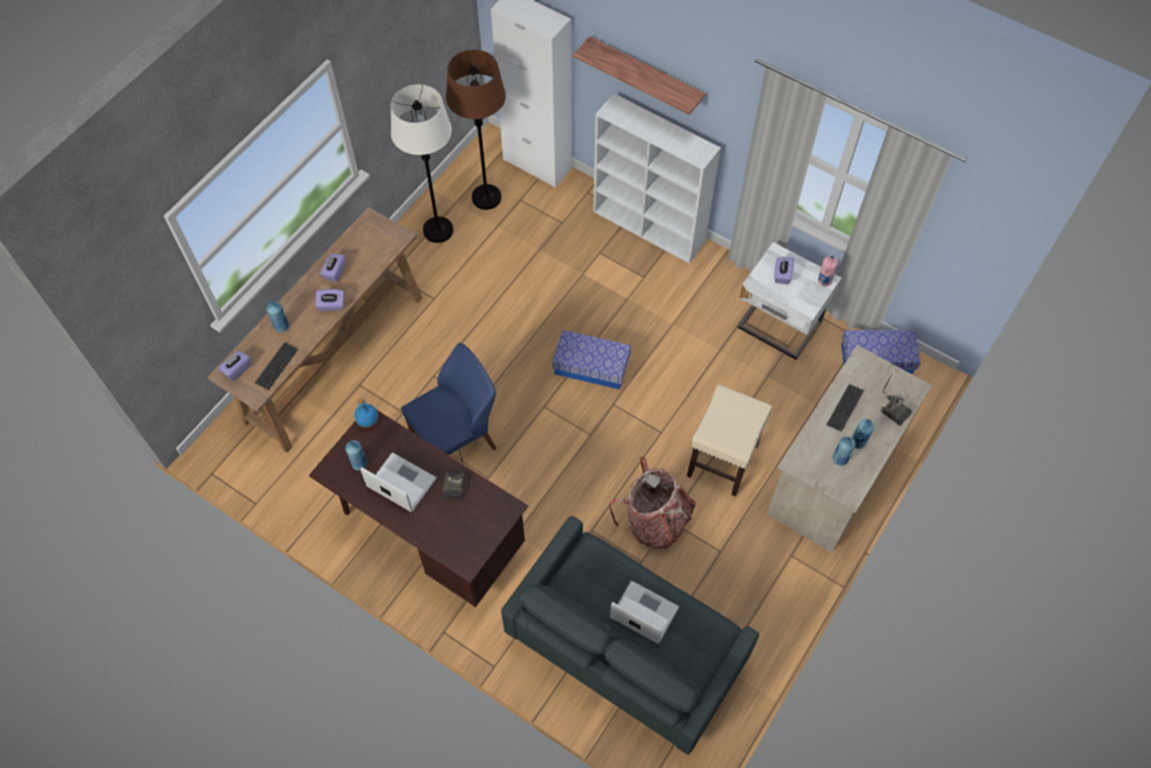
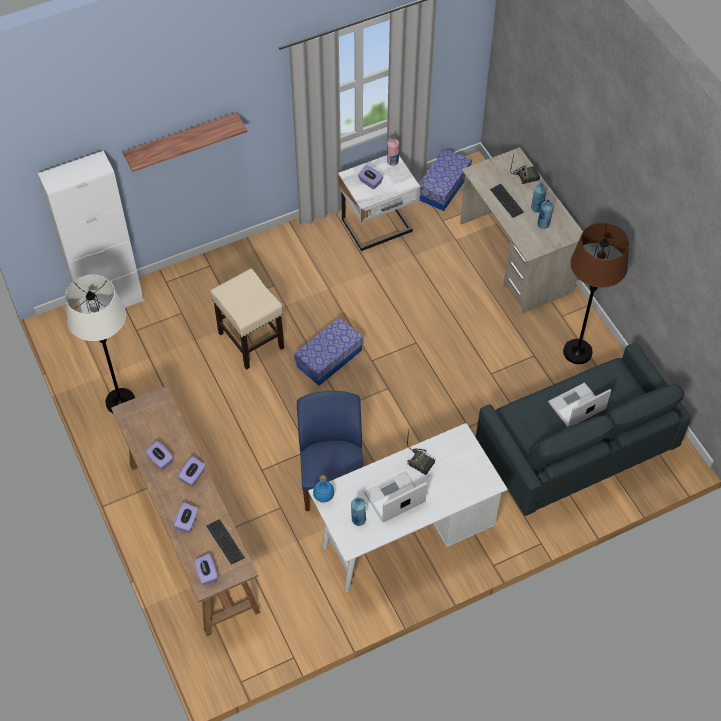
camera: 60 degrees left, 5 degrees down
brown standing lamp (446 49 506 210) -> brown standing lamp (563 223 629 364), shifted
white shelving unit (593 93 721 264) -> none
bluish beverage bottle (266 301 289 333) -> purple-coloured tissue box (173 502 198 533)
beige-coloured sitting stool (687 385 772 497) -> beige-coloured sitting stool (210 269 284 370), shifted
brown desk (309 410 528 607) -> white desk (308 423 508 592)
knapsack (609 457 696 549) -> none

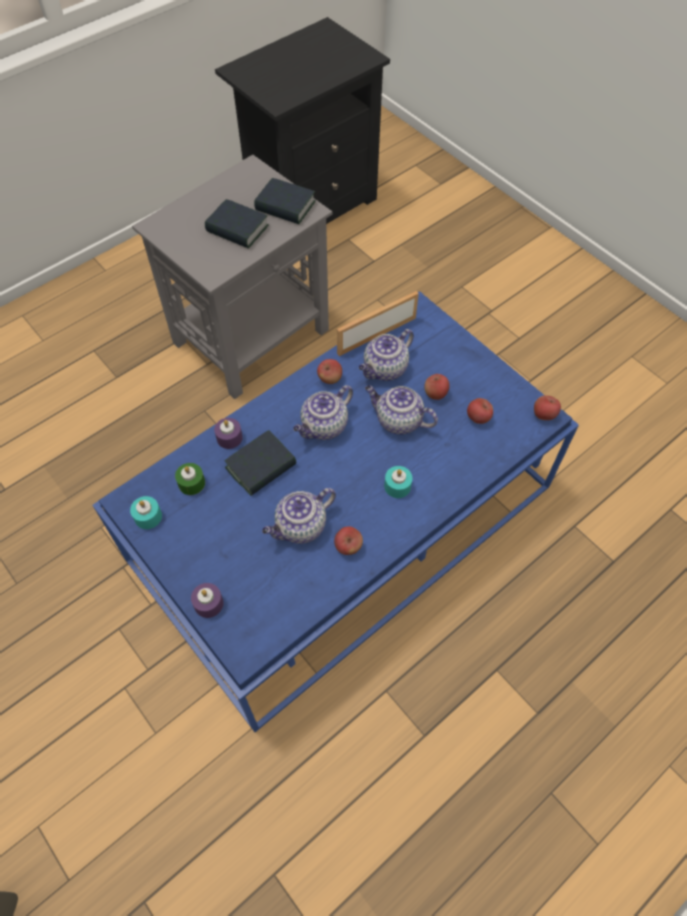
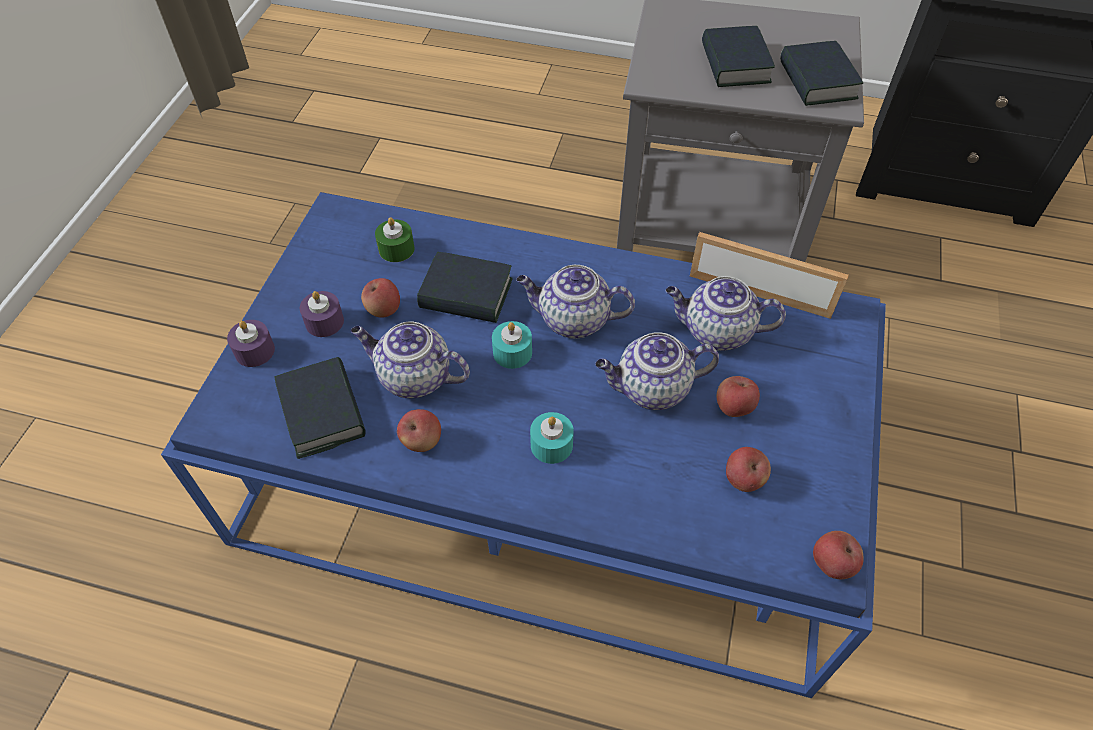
camera: 55 degrees right, 5 degrees down
apple (317 359 342 384) -> apple (361 278 400 318), shifted
pot for tea (365 385 438 434) -> pot for tea (595 332 719 410), 90 degrees counterclockwise
purple-coloured wax candle (214 418 243 449) -> purple-coloured wax candle (300 291 344 337), shifted
turquoise-coloured wax candle (130 496 162 529) -> turquoise-coloured wax candle (492 321 532 369), shifted
none -> bound book (274 357 366 459)

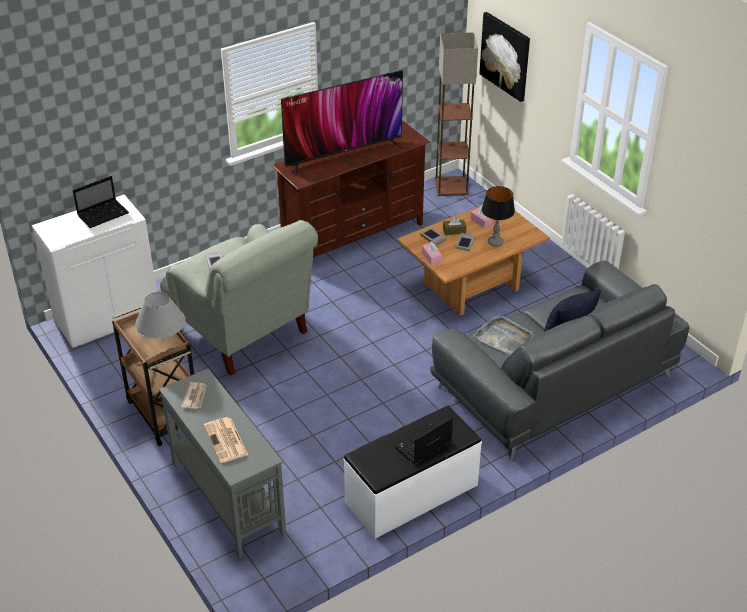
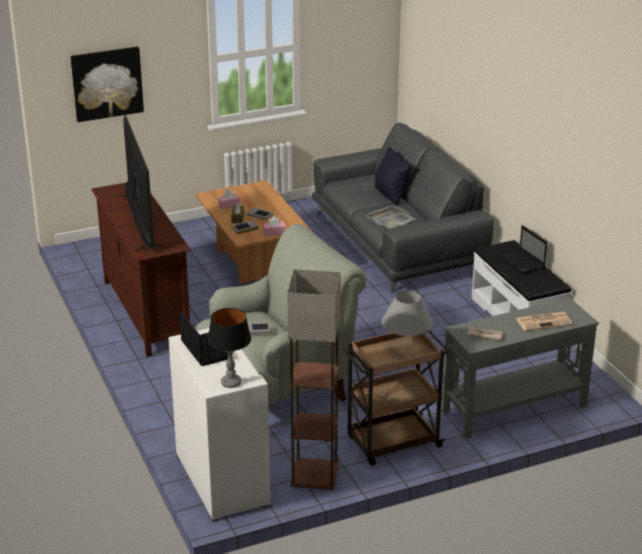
camera: 80 degrees left, 10 degrees down
standing lamp (435 32 478 196) -> standing lamp (287 269 341 490), shifted
table lamp (482 186 515 247) -> table lamp (208 308 251 388), shifted

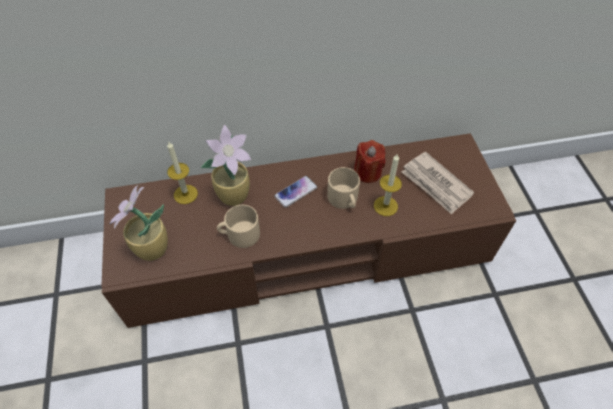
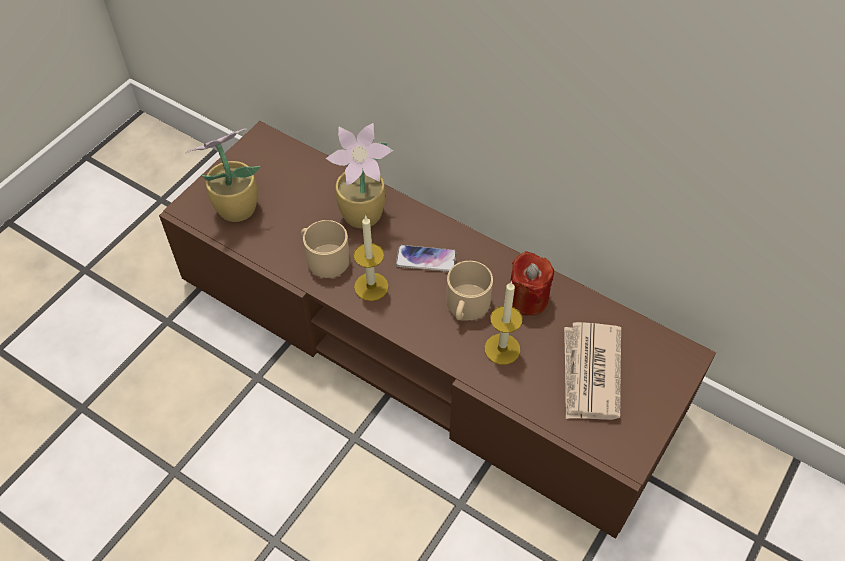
camera: 45 degrees right, 0 degrees up
wax candle (167 141 198 204) -> wax candle (353 215 389 301), shifted

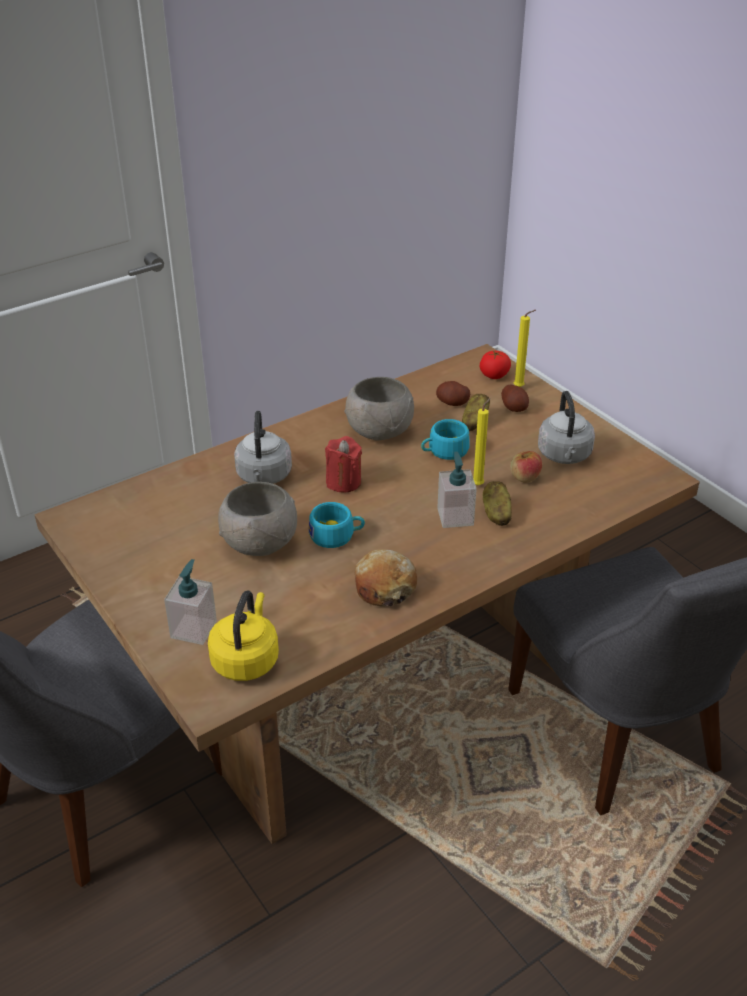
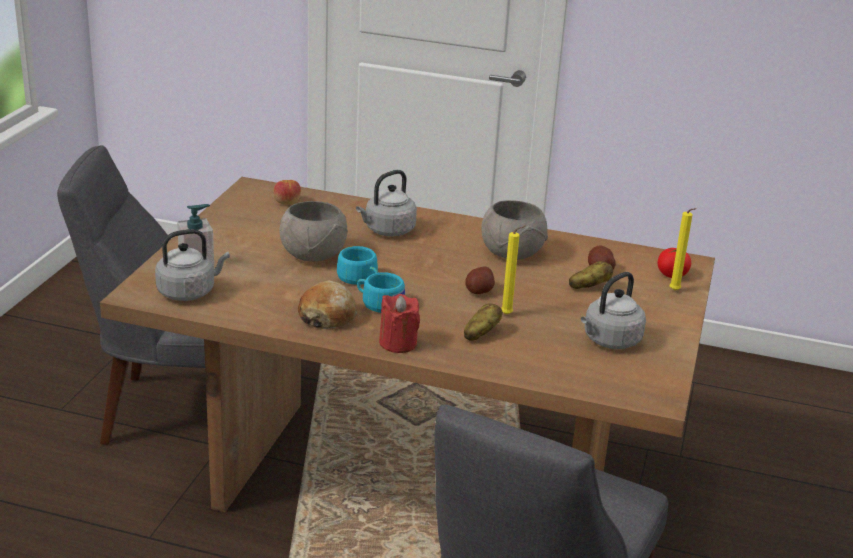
camera: 50 degrees right, 10 degrees down
spud (501 384 529 412) -> spud (465 267 495 294), shifted
turquoise-coloured drinking cup (421 419 470 460) -> turquoise-coloured drinking cup (357 272 405 313), shifted
red wax candle (325 436 362 493) -> red wax candle (379 294 420 353), shifted
apple (510 451 542 483) -> apple (273 180 301 205), shifted
soap bottle (437 452 477 528) -> none
yellowish water kettle (208 591 279 681) -> grey water kettle (155 229 230 301)

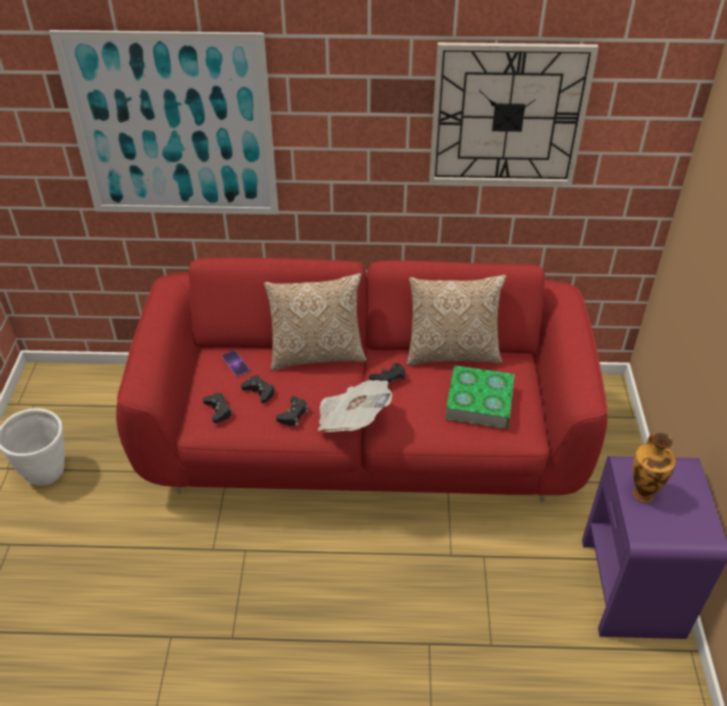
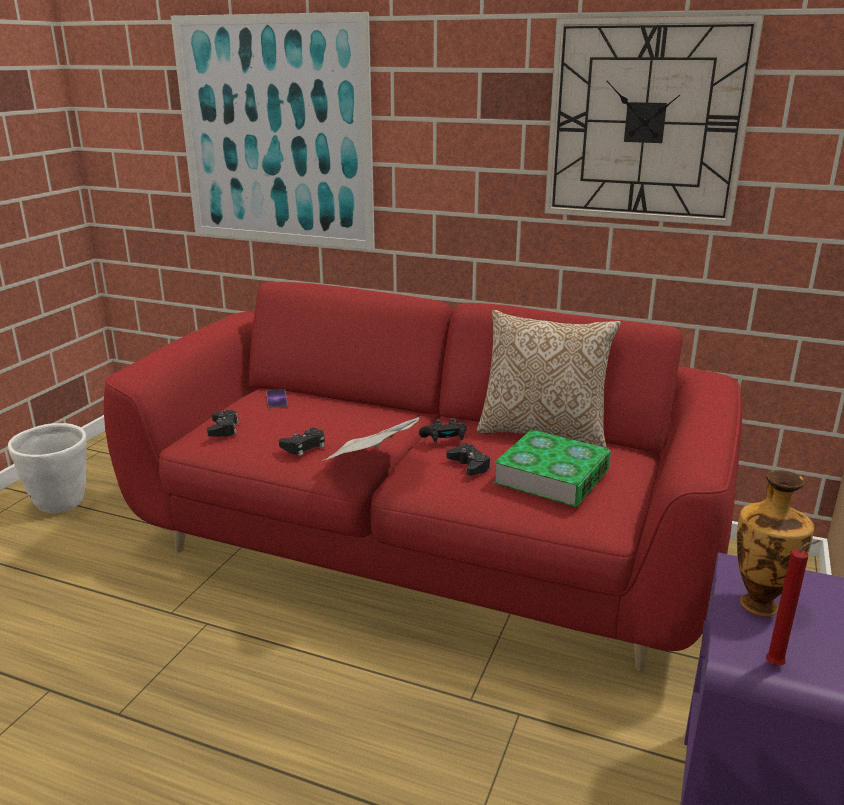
camera: 20 degrees right, 20 degrees down
pillow (264 273 367 371) -> none
black joypad (241 375 275 404) -> black joypad (446 444 490 476), shifted
none -> red wax candle (766 540 821 666)

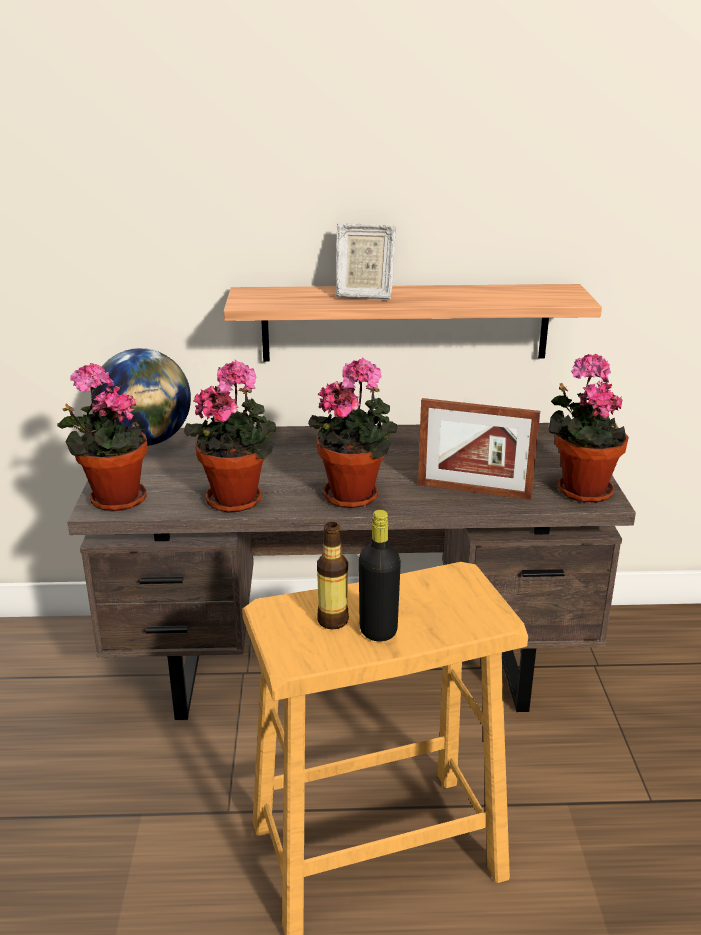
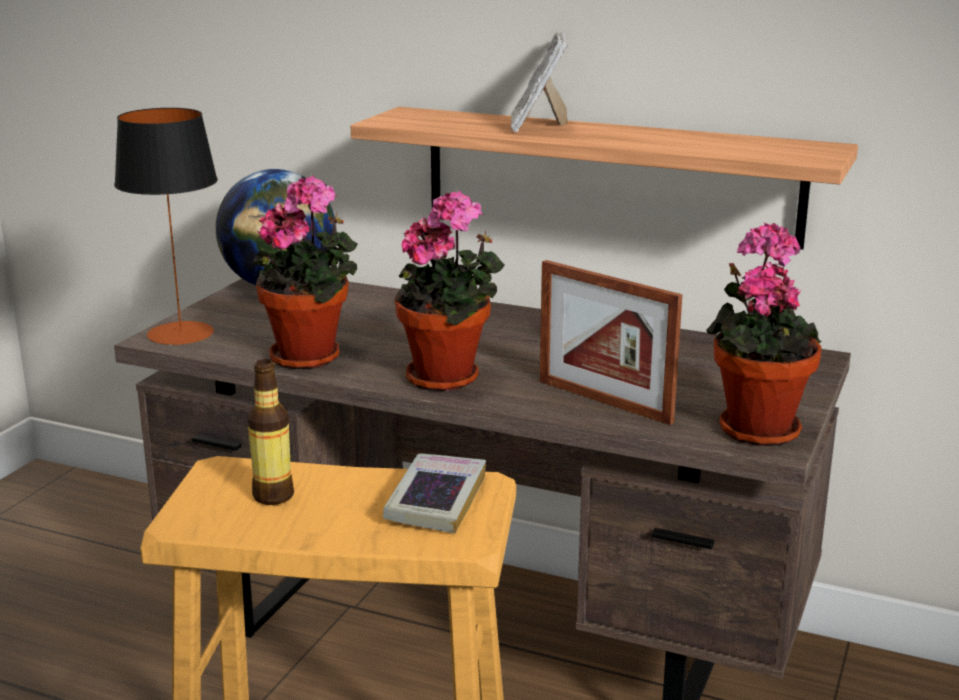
camera: 25 degrees right, 5 degrees down
photo frame (336 223 396 299) -> photo frame (511 32 568 132), 60 degrees clockwise
plant in a pot (57 363 148 511) -> table lamp (114 108 218 345)
black beverage bottle (359 510 401 642) -> none
none -> bound book (383 454 486 534)

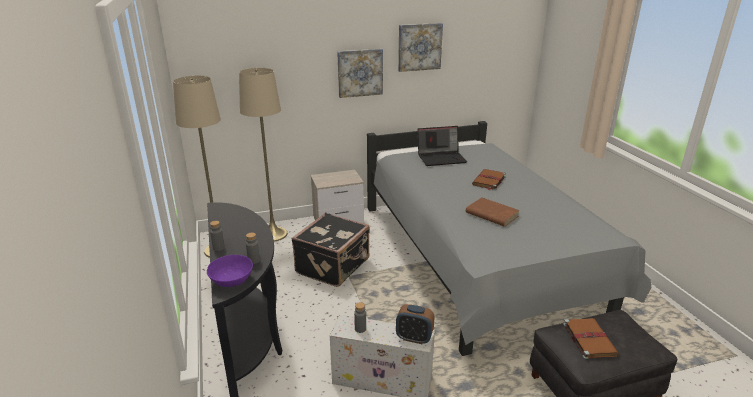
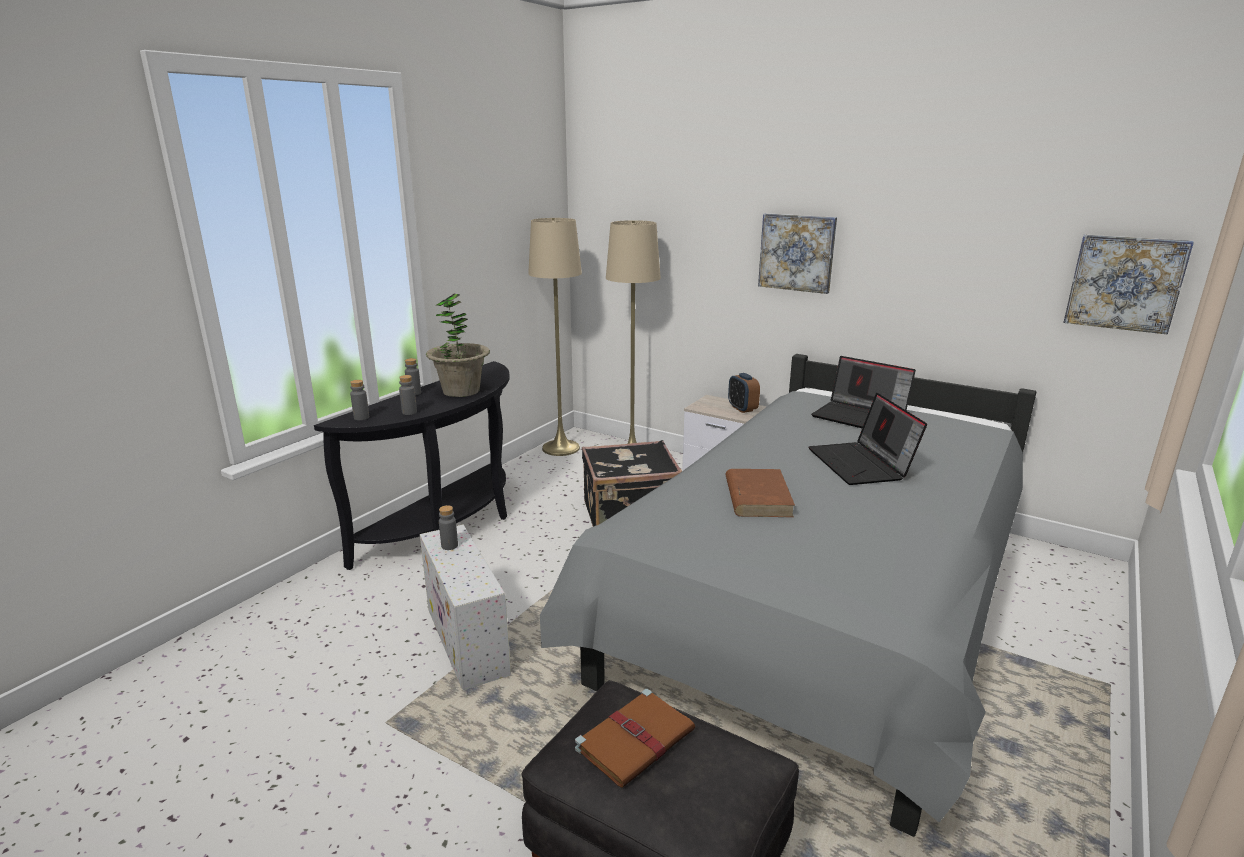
camera: 50 degrees right, 5 degrees down
wall picture (398 23 443 72) -> wall picture (1063 234 1194 334), shifted
brown bound book (472 169 506 190) -> notebook computer (808 393 927 485)
purple-coloured deep dish (207 255 253 287) -> grey beverage bottle (350 380 369 420)
bedside clock (396 304 434 344) -> bedside clock (728 373 760 413), shifted
none -> plant in a pot (426 294 490 397)

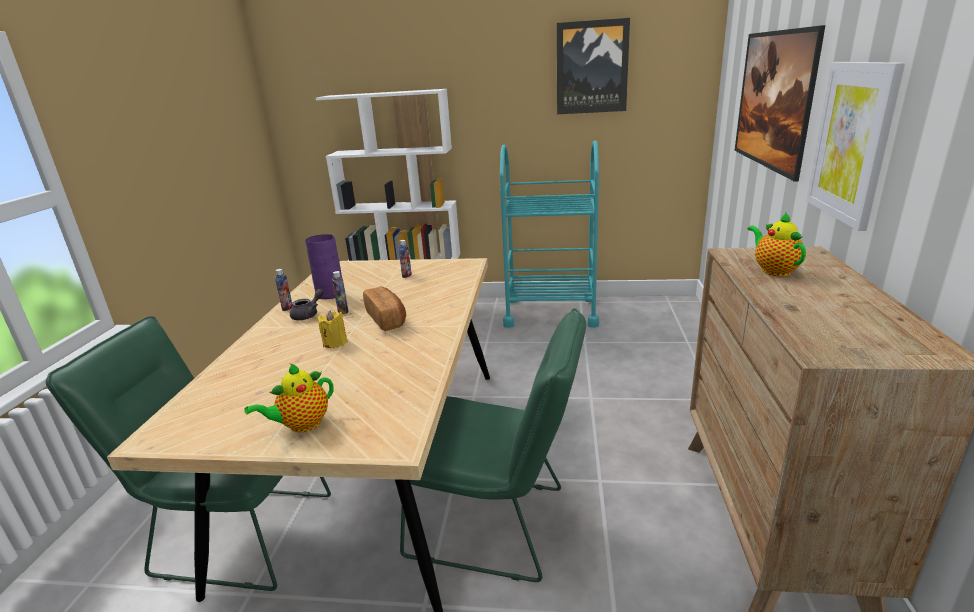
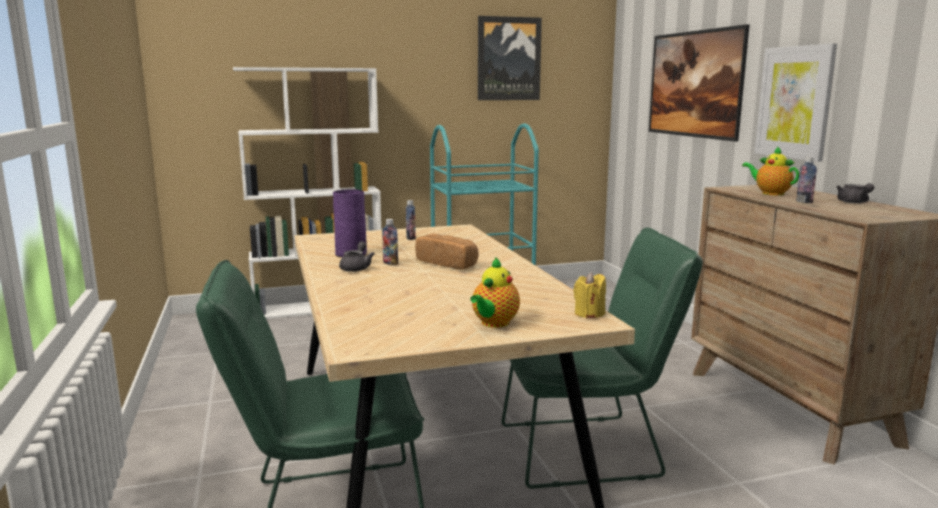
camera: 25 degrees left, 10 degrees down
beverage bottle (275 269 292 311) -> beverage bottle (796 157 817 203), shifted
yellowish wax candle (318 310 347 348) -> yellowish wax candle (573 272 606 318), shifted
none -> grey pot for tea (836 183 874 203)

